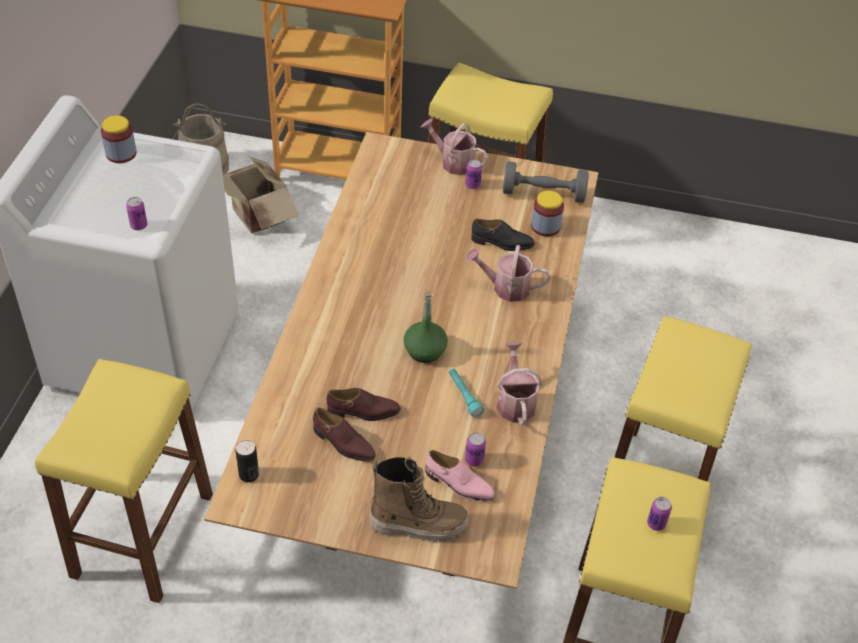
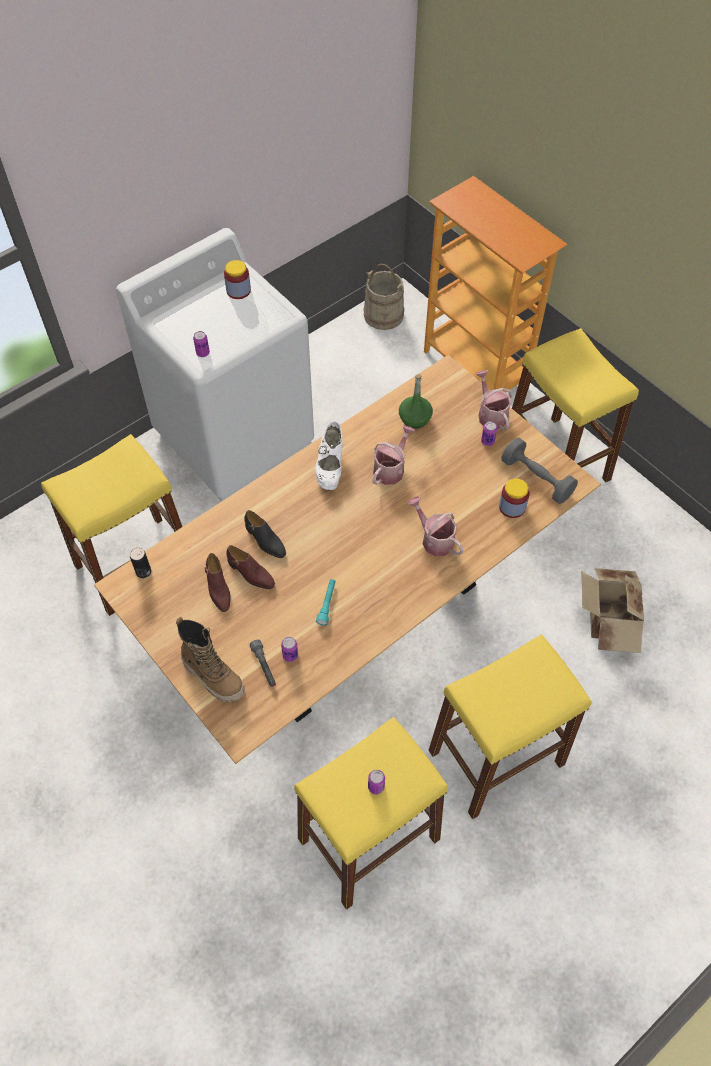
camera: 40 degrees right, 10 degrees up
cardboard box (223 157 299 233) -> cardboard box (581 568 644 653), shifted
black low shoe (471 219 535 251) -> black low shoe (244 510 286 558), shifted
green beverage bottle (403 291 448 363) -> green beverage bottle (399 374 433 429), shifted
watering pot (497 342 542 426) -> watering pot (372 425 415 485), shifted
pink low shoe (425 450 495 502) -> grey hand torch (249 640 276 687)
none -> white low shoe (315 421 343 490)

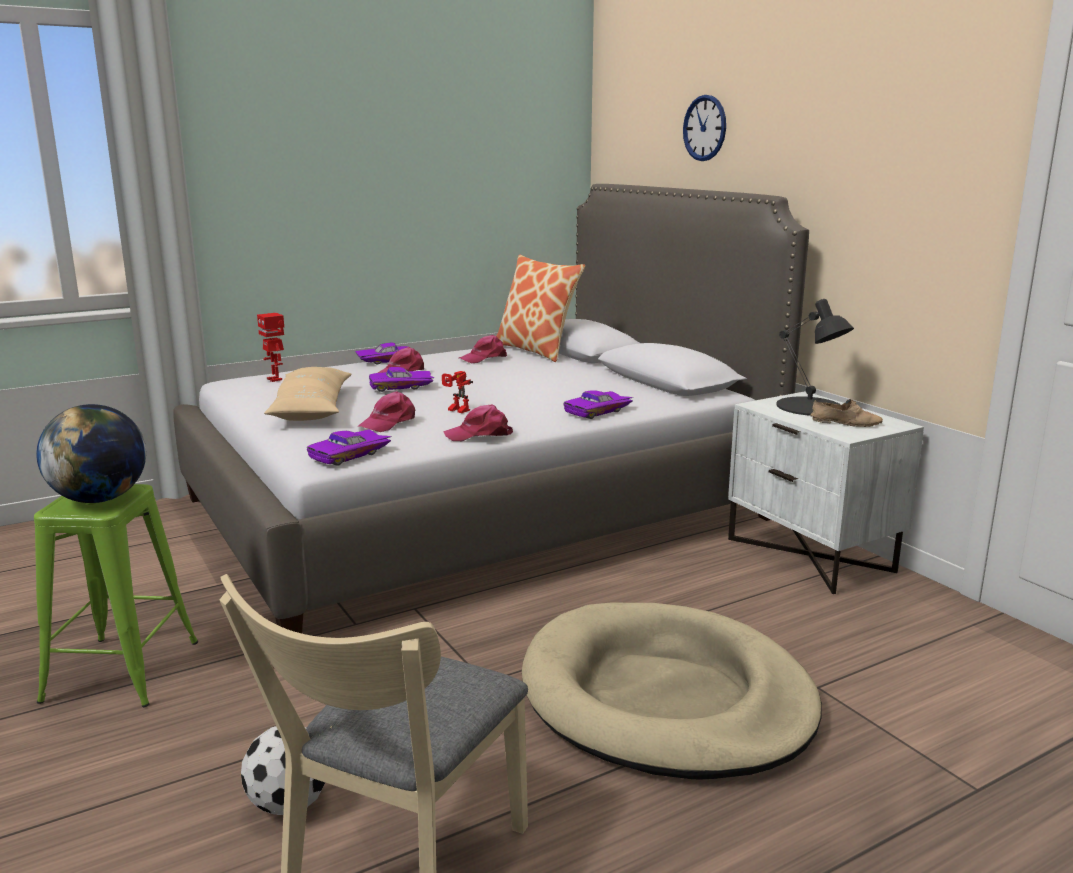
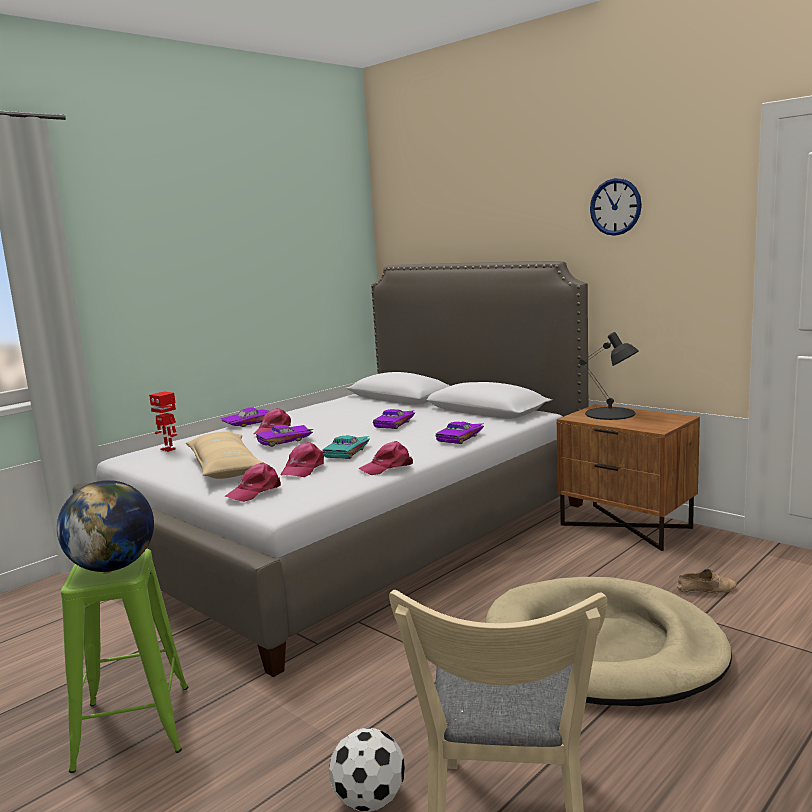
camera: 15 degrees left, 5 degrees down
hanging clock (683 95 726 161) -> hanging clock (590 178 642 236), shifted
pillow (496 255 585 362) -> none
pink cap (459 335 507 363) -> pink cap (224 462 281 502), shifted
model robot (442 371 473 413) -> turquoise-coloured toy car (323 435 370 459)
white night table (728 391 924 594) -> brown night table (557 404 700 551)
beige-coloured low shoe (810 399 883 427) -> beige-coloured low shoe (677 569 737 593), shifted
purple-coloured toy car (307 429 392 466) -> purple-coloured toy car (373 409 415 429), shifted

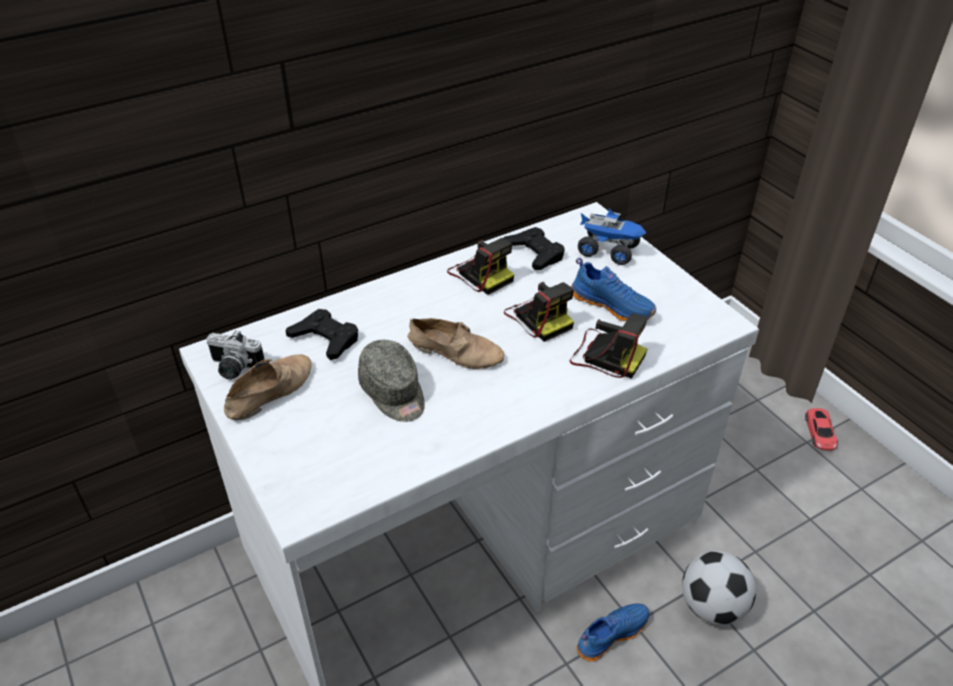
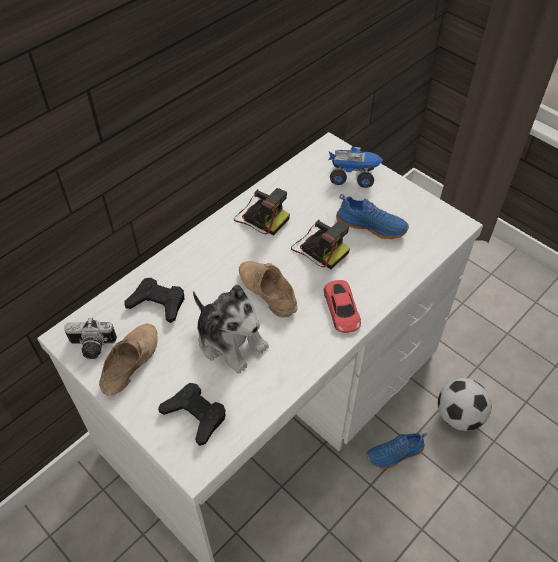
camera: 15 degrees left, 10 degrees up
black joypad (503 227 565 270) -> black joypad (158 383 226 446), shifted
still camera (570 313 648 379) -> none
beige-coloured low shoe (407 318 504 369) -> beige-coloured low shoe (239 261 297 318), 135 degrees counterclockwise
grey cap (358 340 425 422) -> cuddly toy (193 285 269 374)
red toy car (805 408 838 451) -> red toy car (324 280 361 333), shifted
bluish low shoe (577 603 649 662) -> bluish low shoe (366 433 427 469), 150 degrees counterclockwise

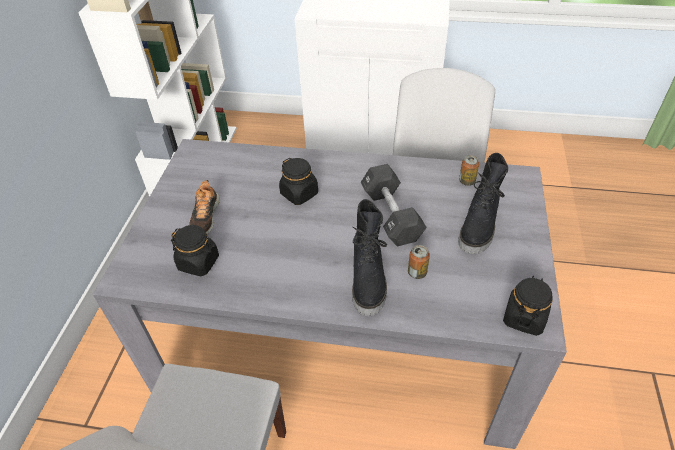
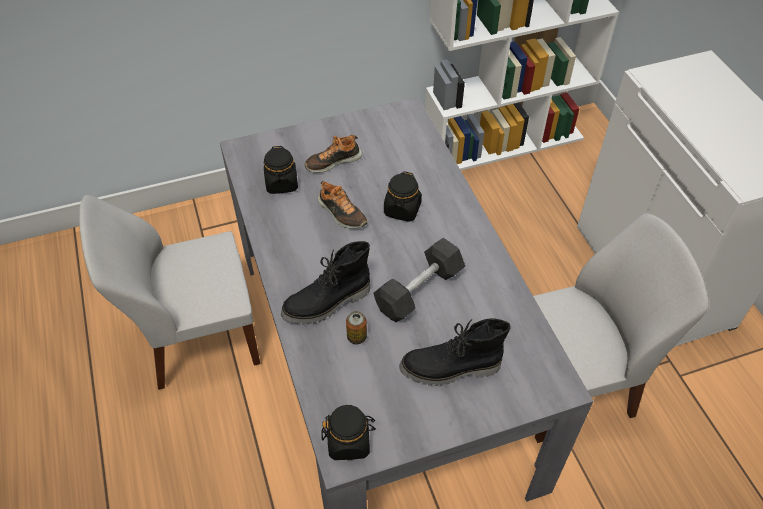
camera: 60 degrees right, 5 degrees up
metal can (459 155 479 186) -> none
none -> low shoe (318 181 368 228)

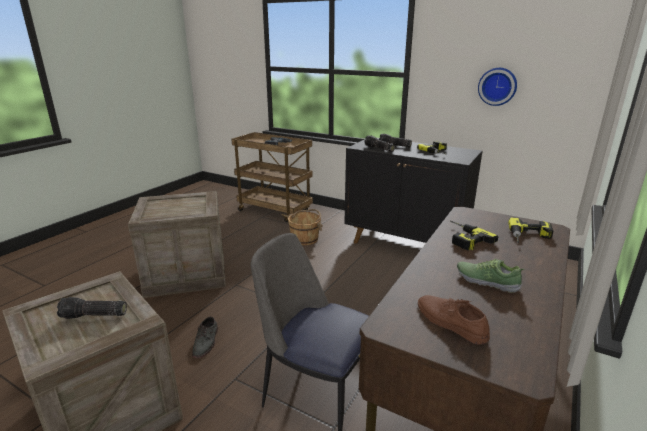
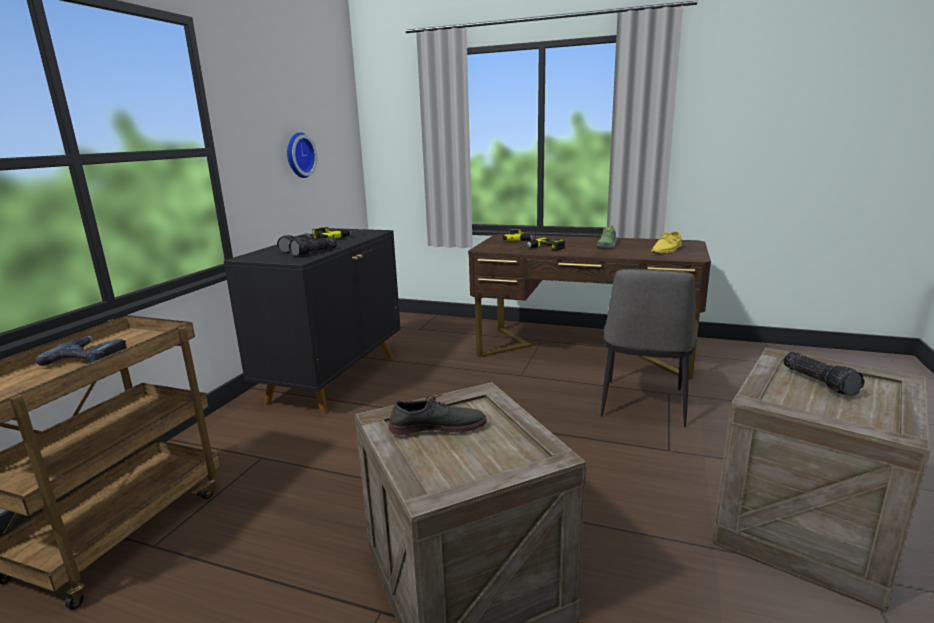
camera: 100 degrees left, 5 degrees down
brown bucket (287 209 323 245) -> none
brown low shoe (418 295 490 345) -> yellowish low shoe (651 231 682 254)
grey low shoe (192 317 218 358) -> grey low shoe (388 395 487 435), shifted

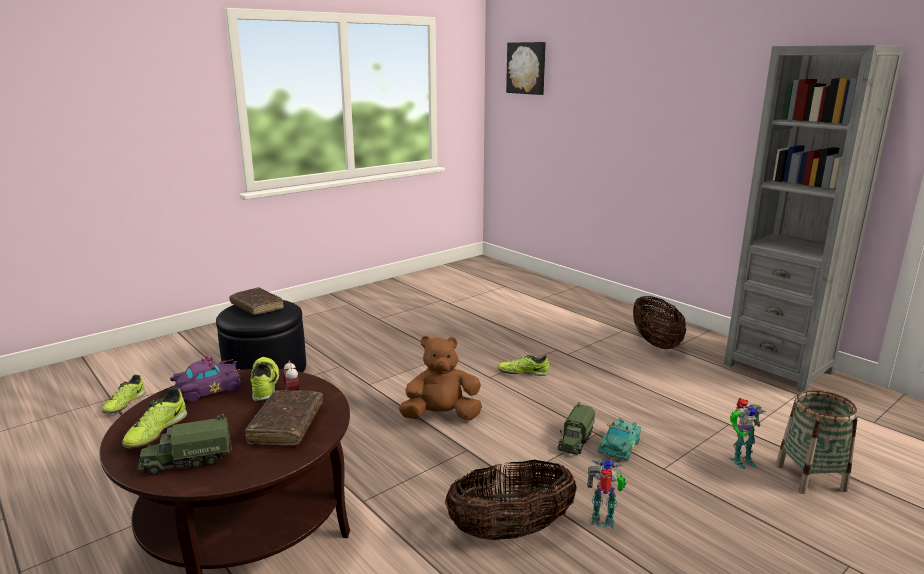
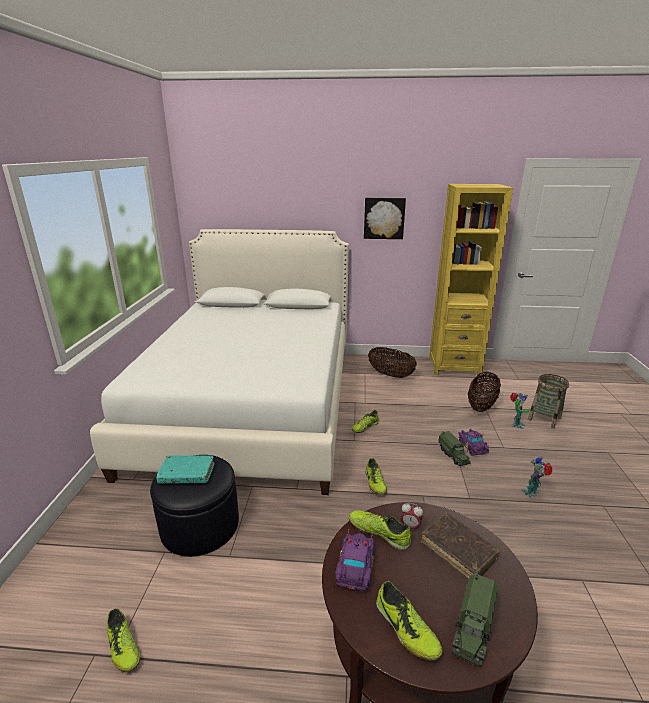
camera: 45 degrees left, 5 degrees up
wall picture (506 42 546 95) -> wall picture (364 198 406 239), shifted
grey shelving unit (724 45 904 392) -> yellowish shelving unit (429 184 513 376)
brown bound book (229 287 284 315) -> turquoise-coloured bound book (156 456 215 484)
brown cuddly toy (399 336 482 420) -> low shoe (365 458 387 495)
turquoise-coloured toy car (598 418 641 461) -> purple-coloured toy car (458 429 490 456)
storage basket (445 460 577 540) -> storage basket (468 372 501 412), shifted
none -> white bed (90 229 349 495)

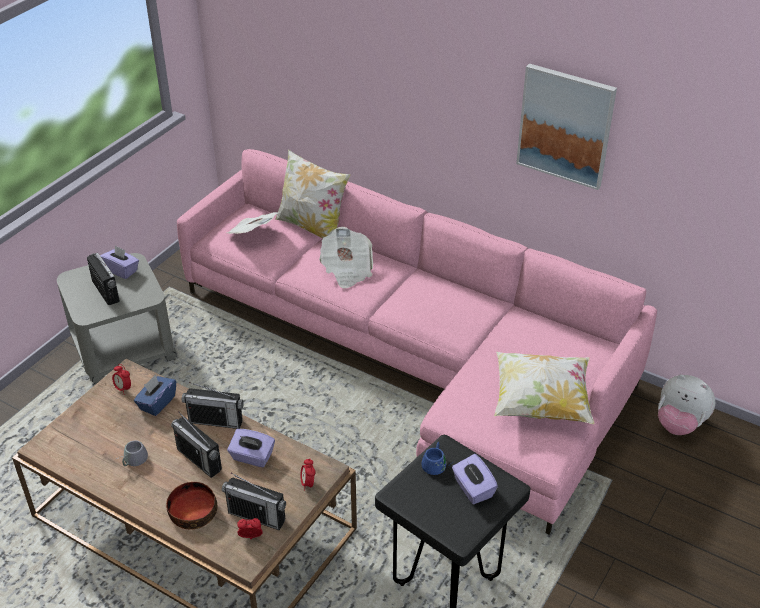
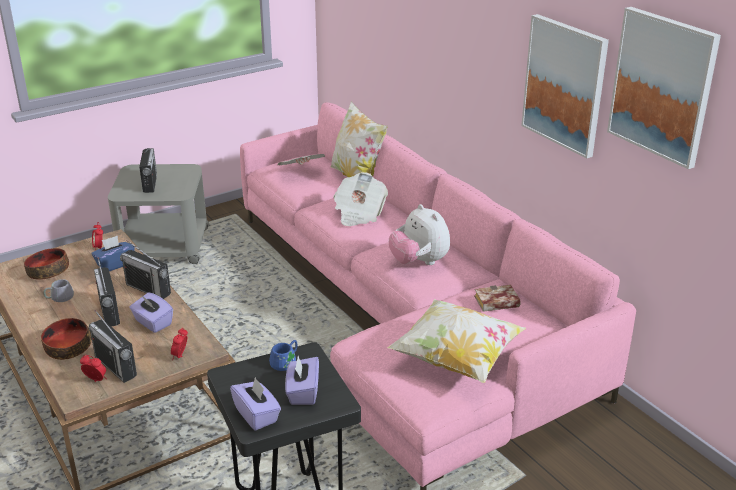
camera: 25 degrees right, 10 degrees down
purple-coloured tissue box (100 245 139 279) -> purple-coloured tissue box (230 377 281 431), shifted
cuddly toy (658 374 716 435) -> cuddly toy (389 204 450 265), shifted
none -> wall picture (607 7 721 169)
none -> deep dish (24 248 69 280)
none -> bound book (474 285 521 312)

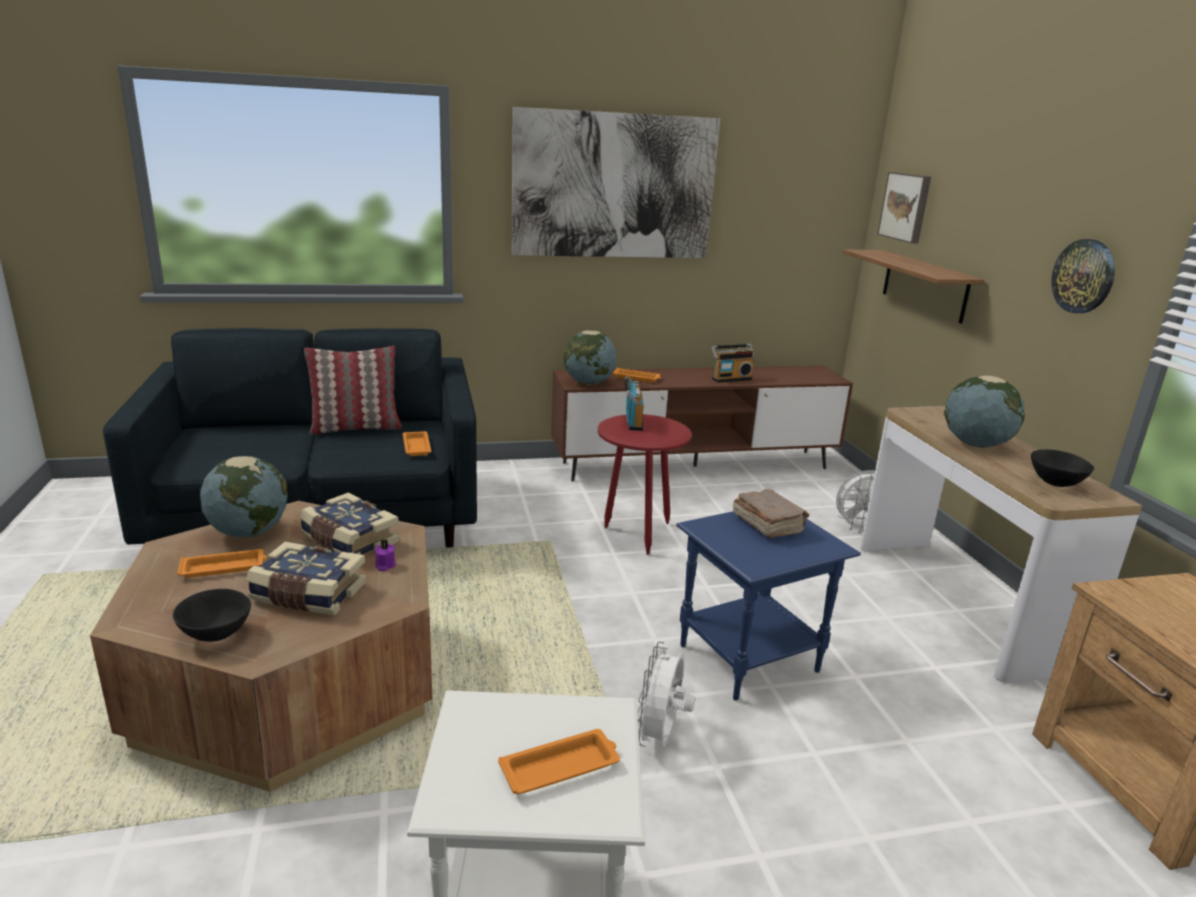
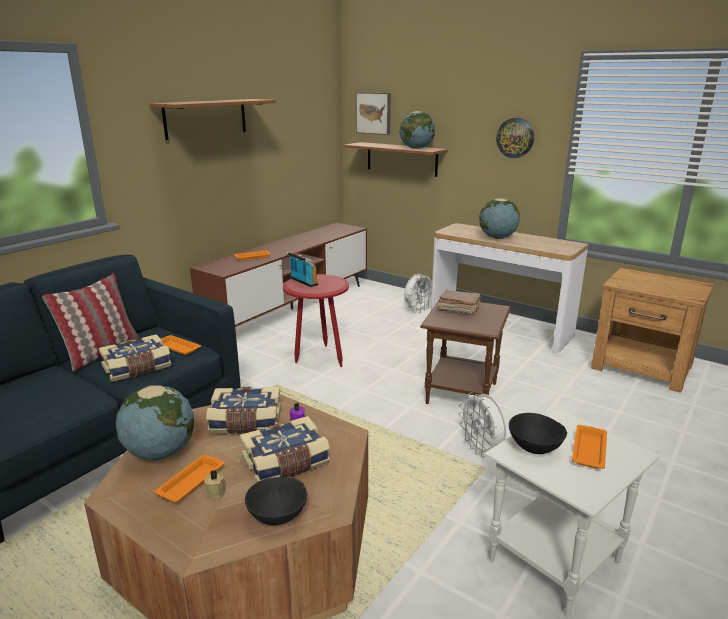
camera: 40 degrees left, 0 degrees up
wall picture (512 107 720 258) -> wall shelf (149 99 276 140)
globe (563 330 616 385) -> globe (399 111 435 149), shifted
radio (712 344 755 383) -> none
black deep dish (1031 449 1094 487) -> black deep dish (509 413 567 454), shifted
bluish end table (676 511 861 701) -> brown end table (420 302 511 410)
none -> bound book (99 334 171 382)
none -> beige-coloured wax candle (205 470 226 498)

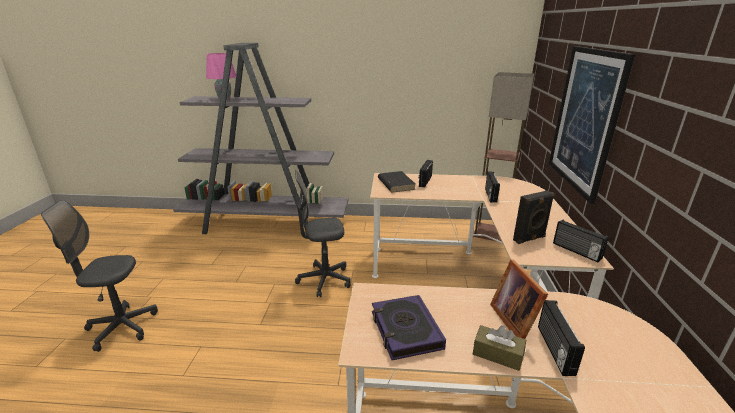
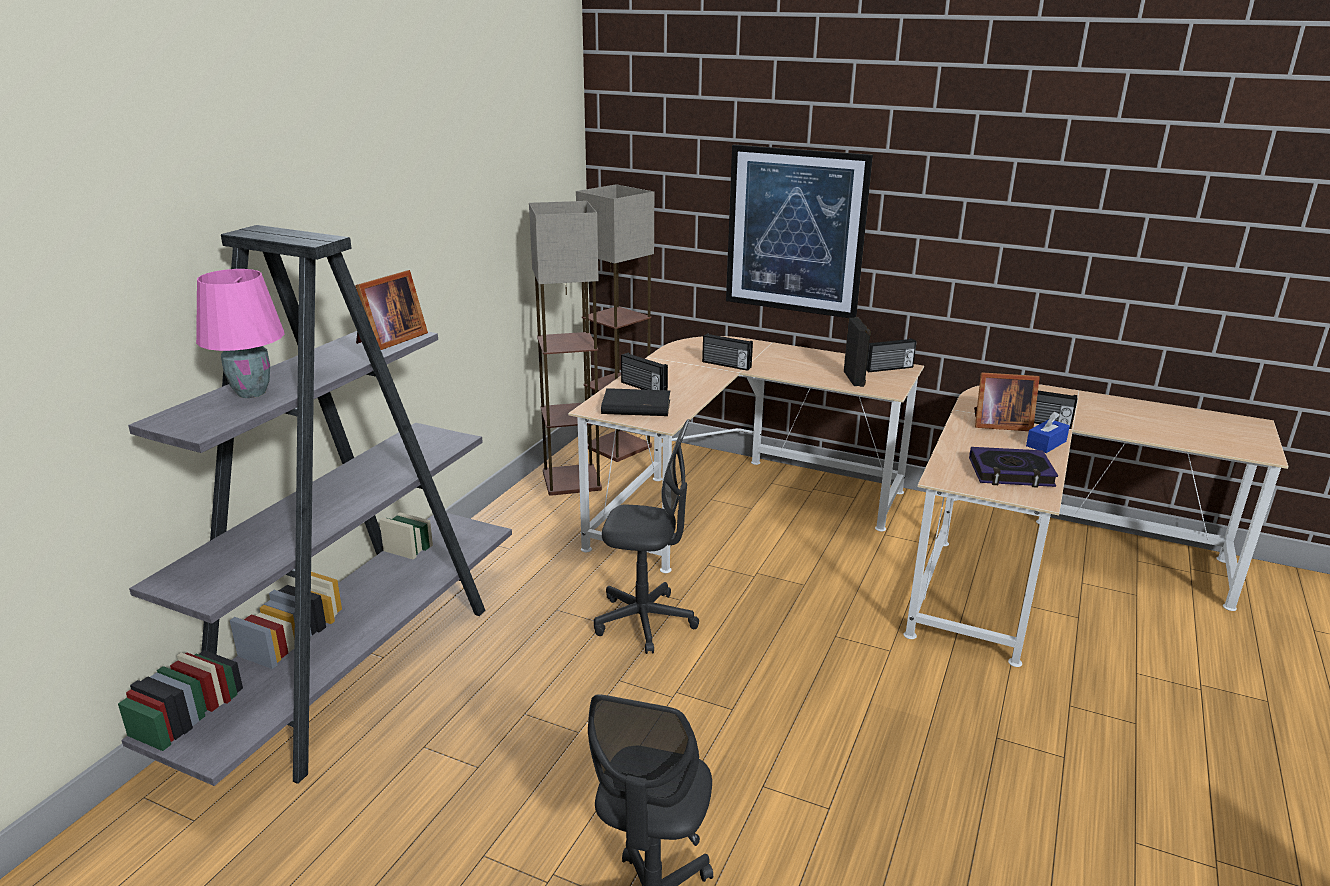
camera: 70 degrees left, 0 degrees up
grey desk chair (295 170 350 297) -> grey desk chair (594 419 699 654), 90 degrees counterclockwise
brown tissue box (473 325 526 371) -> bluish tissue box (1026 412 1070 453)
none -> standing lamp (529 201 602 496)
none -> photo frame (355 270 428 350)

